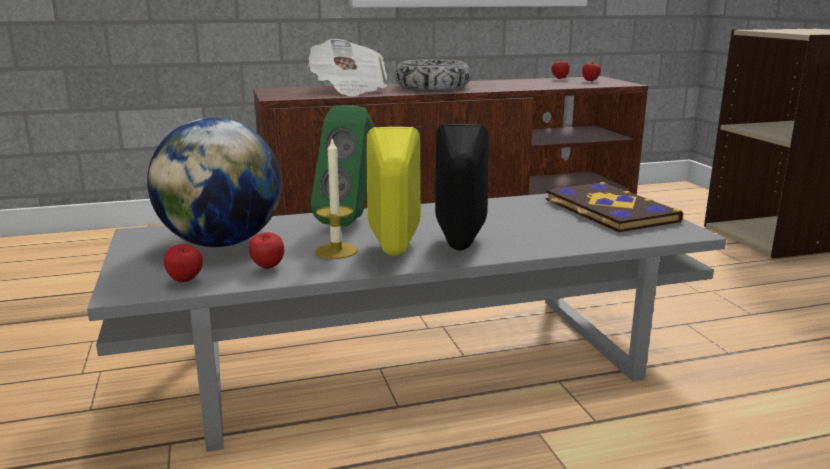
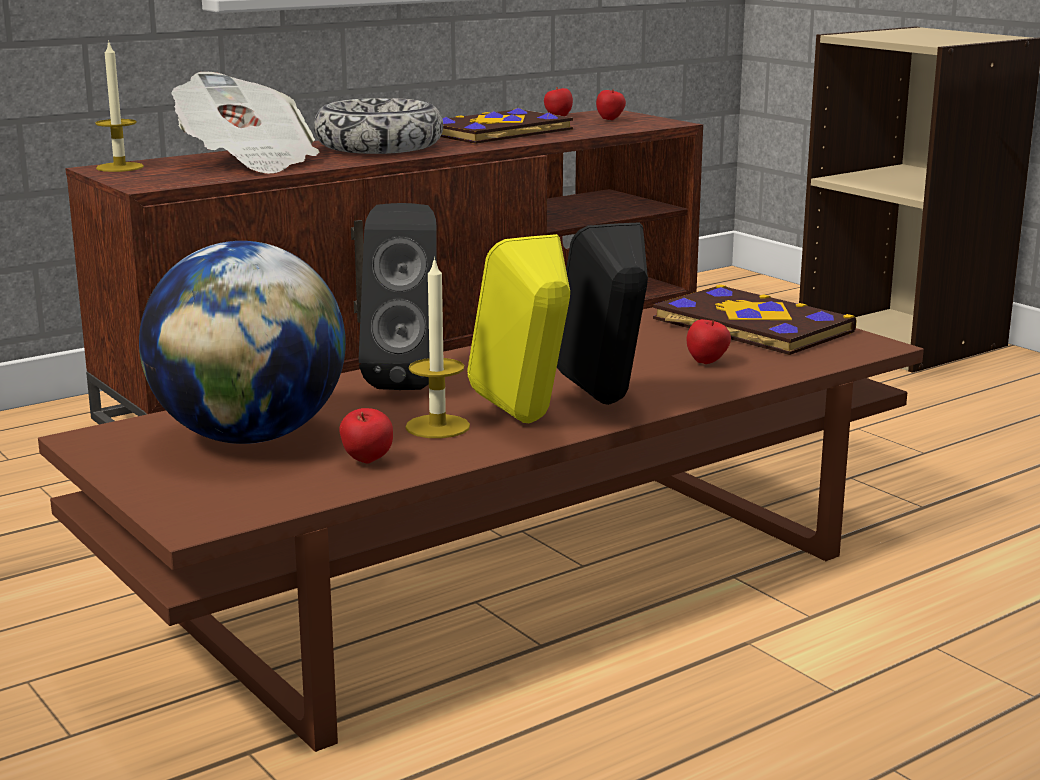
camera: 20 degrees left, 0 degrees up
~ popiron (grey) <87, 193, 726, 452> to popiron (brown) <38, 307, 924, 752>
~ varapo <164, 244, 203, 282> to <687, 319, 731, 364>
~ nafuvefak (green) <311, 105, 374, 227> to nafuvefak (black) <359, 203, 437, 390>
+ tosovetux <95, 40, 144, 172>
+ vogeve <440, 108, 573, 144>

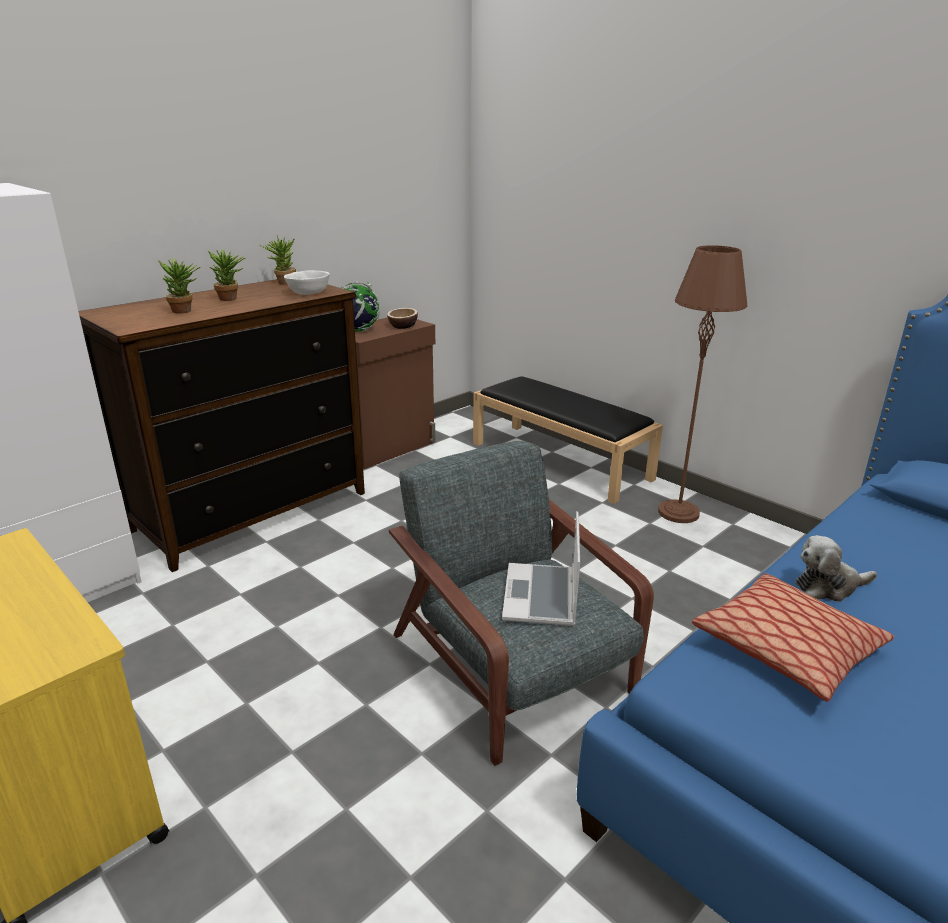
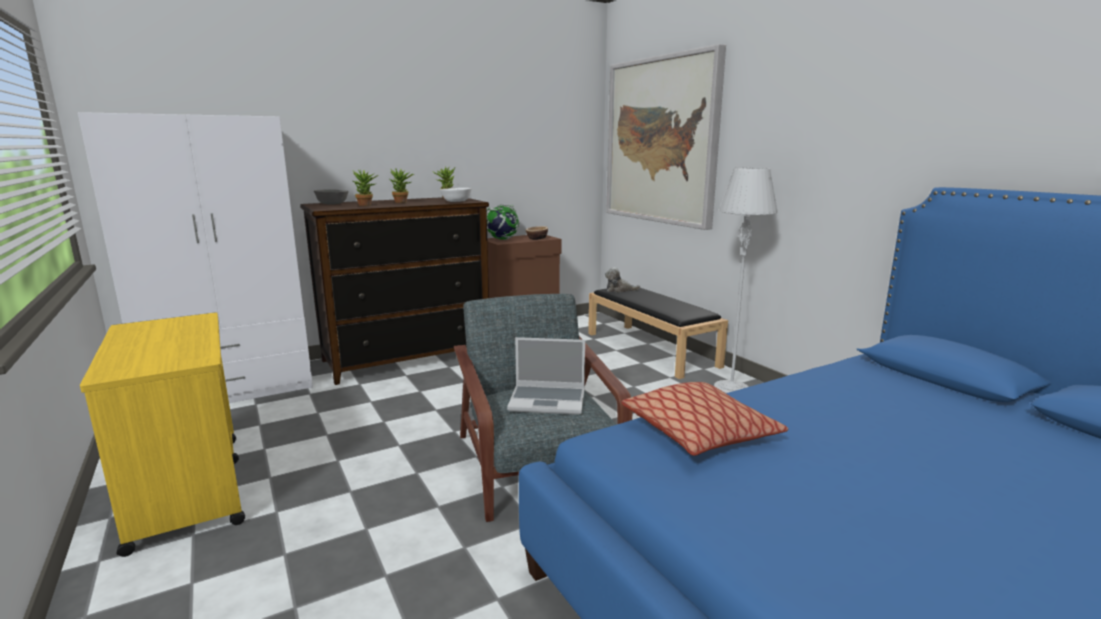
camera: 15 degrees right, 10 degrees down
~ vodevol <502, 511, 580, 626> = <507, 337, 585, 415> 105 degrees counterclockwise
~ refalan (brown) <658, 245, 747, 523> to refalan (grey) <714, 168, 778, 393>
~ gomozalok <796, 535, 877, 602> to <605, 267, 640, 293>
+ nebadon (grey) <314, 189, 349, 205>
+ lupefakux <606, 44, 726, 230>

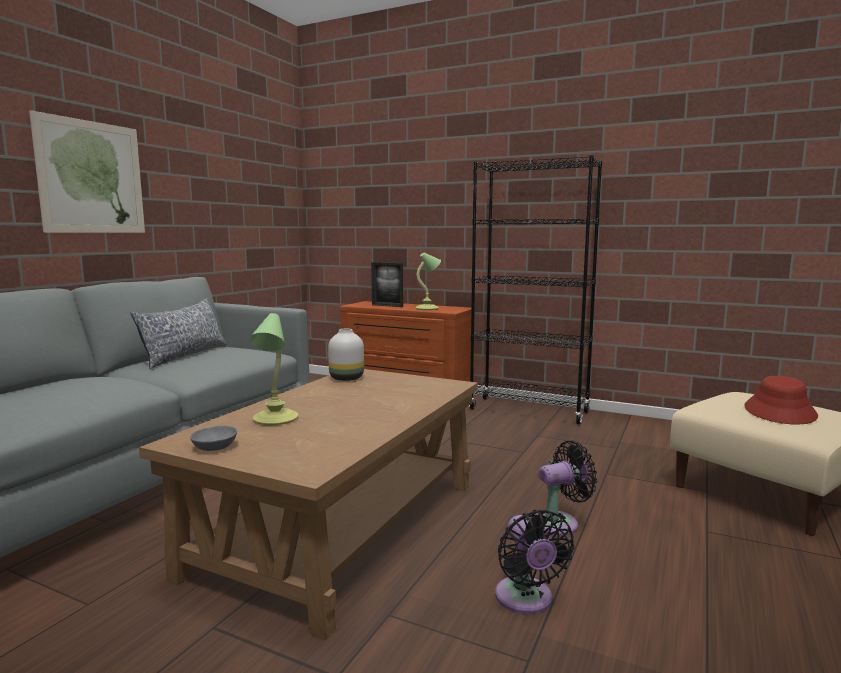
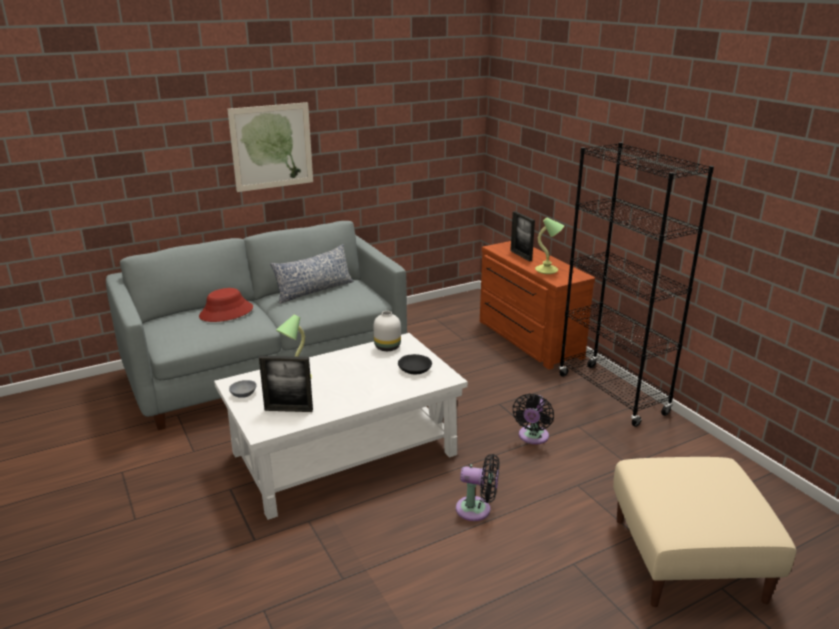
camera: 35 degrees right, 15 degrees up
~ popiron (brown) <139, 369, 478, 640> to popiron (white) <214, 333, 468, 520>
~ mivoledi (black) <495, 510, 575, 614> to <513, 393, 554, 444>
~ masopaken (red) <744, 376, 818, 425> to <199, 288, 253, 322>
+ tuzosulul <259, 356, 313, 412>
+ nebadon (black) <398, 354, 432, 374>

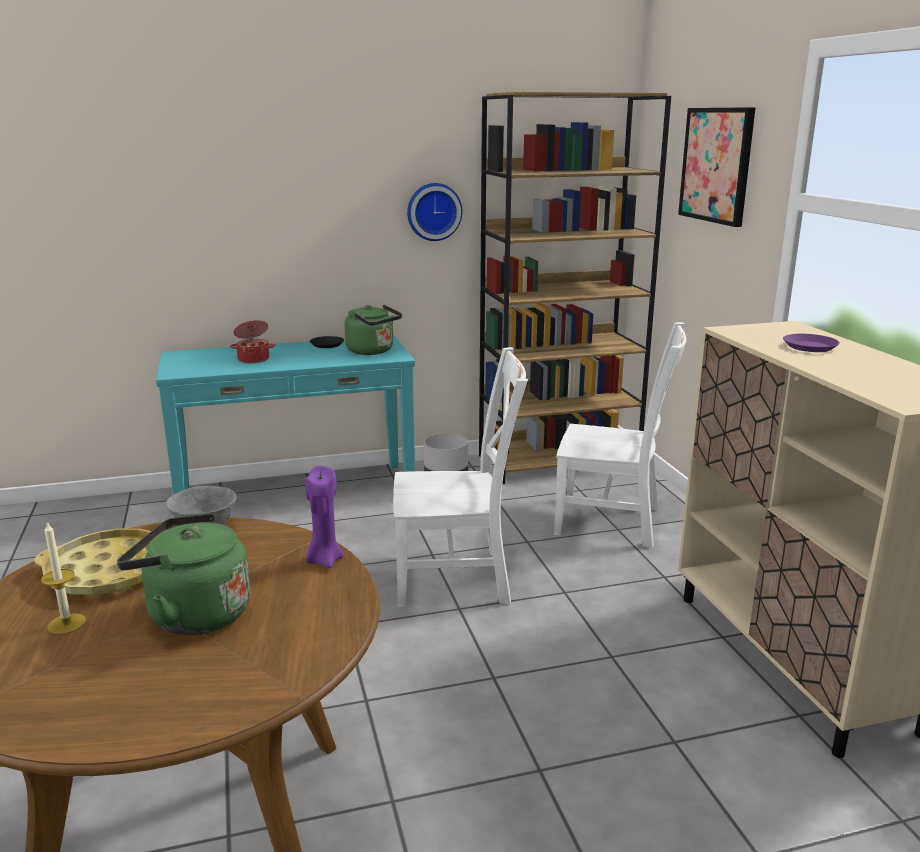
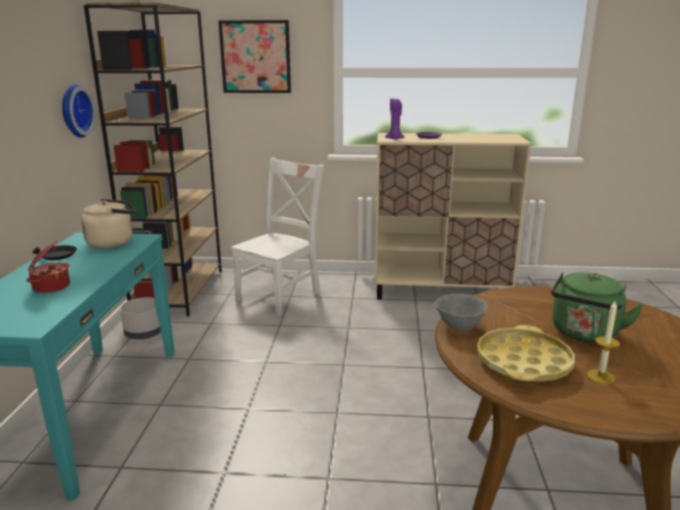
camera: 70 degrees left, 0 degrees up
~ tosovetux (purple) <305, 466, 343, 568> to <385, 98, 405, 139>
~ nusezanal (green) <344, 305, 402, 355> to nusezanal (beige) <81, 199, 135, 249>
- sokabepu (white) <393, 347, 528, 607>

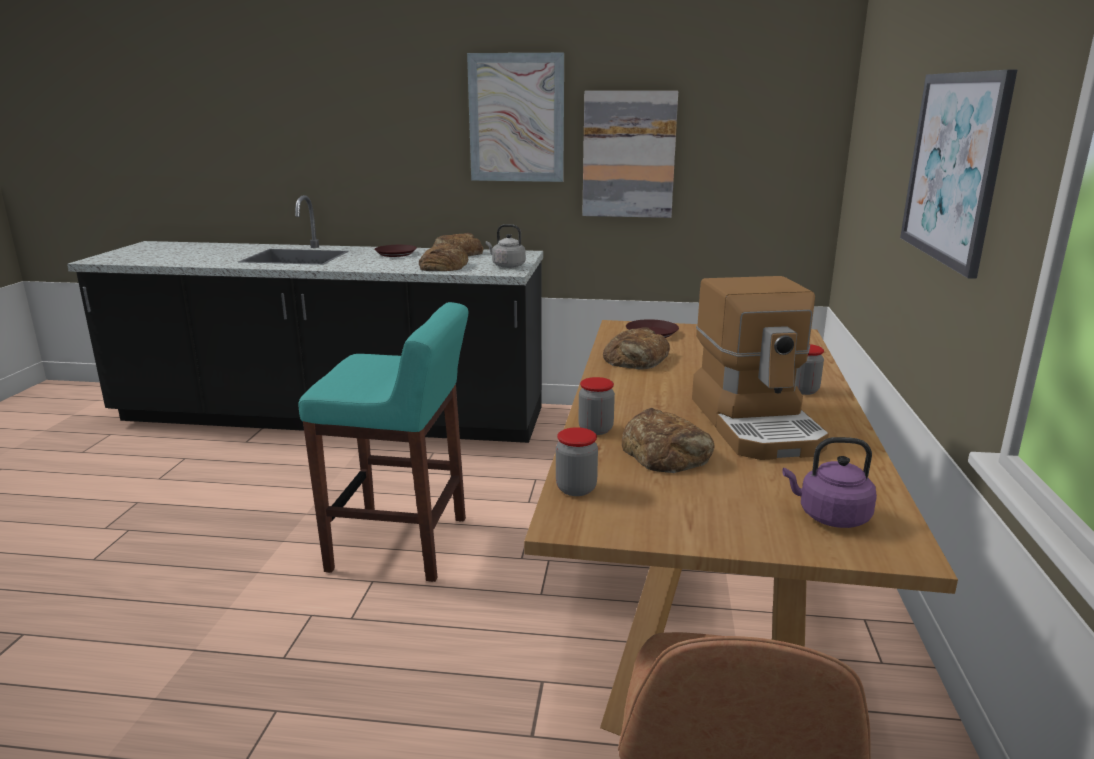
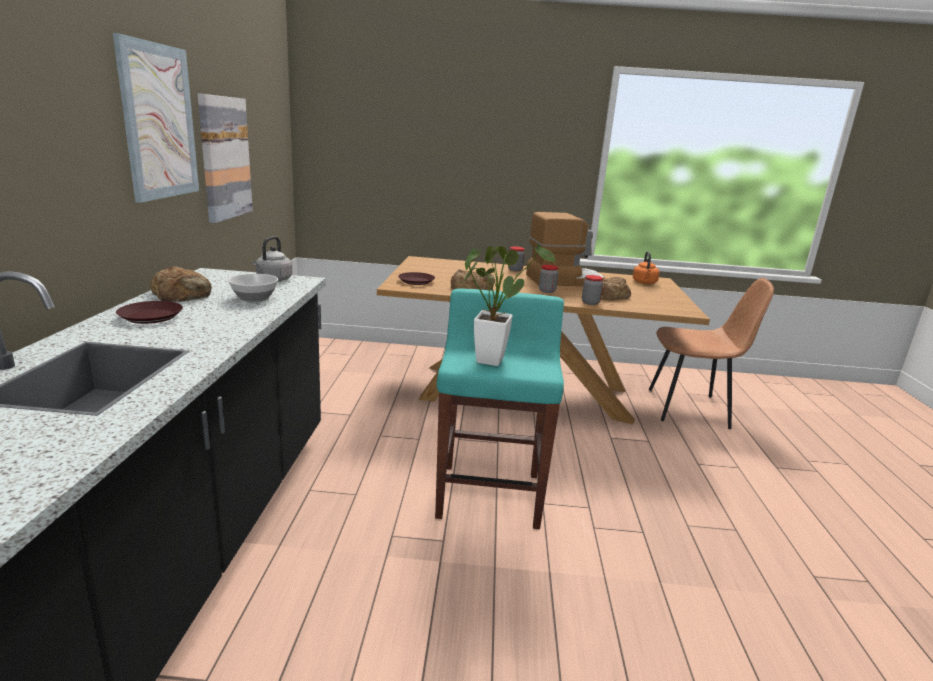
camera: 95 degrees left, 0 degrees up
~ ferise <419, 243, 468, 271> to nebadon <228, 274, 278, 302>
~ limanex <556, 427, 598, 496> to <539, 265, 558, 293>
~ nusezanal (purple) <783, 437, 877, 528> to nusezanal (orange) <633, 251, 660, 284>
- lupefakux <900, 70, 1017, 279>
+ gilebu <464, 243, 556, 366>

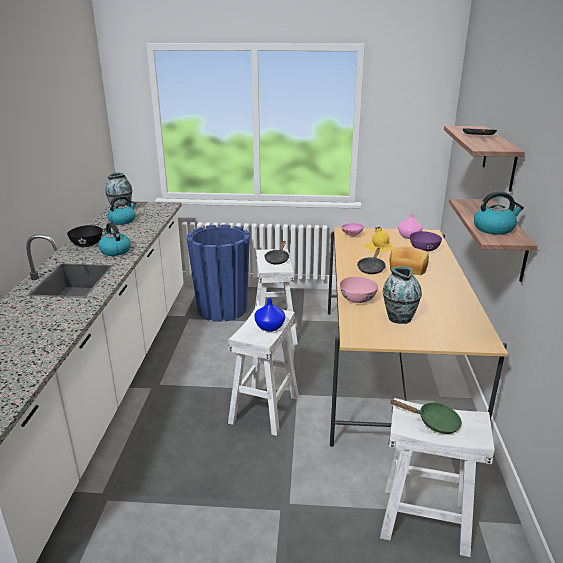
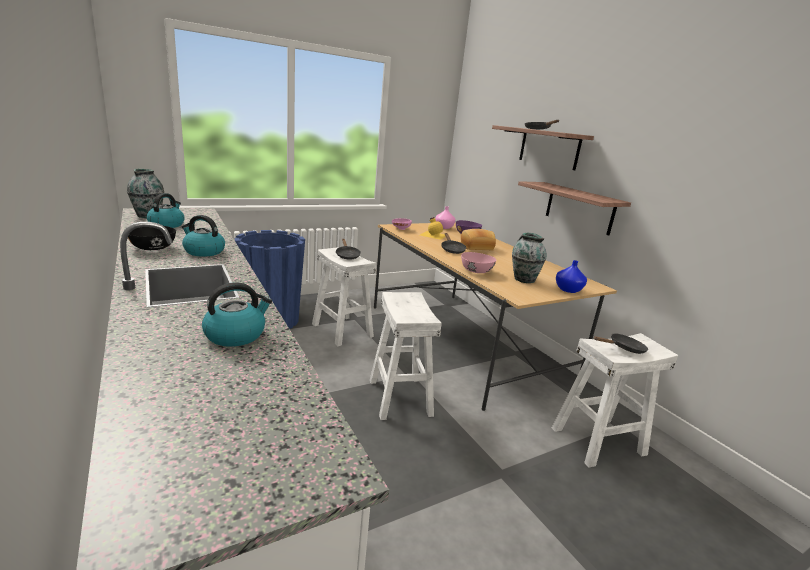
camera: 35 degrees left, 5 degrees down
~ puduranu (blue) <254, 298, 285, 332> to <556, 260, 587, 293>
~ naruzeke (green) <389, 399, 462, 434> to naruzeke (black) <594, 333, 648, 354>
~ nusezanal <474, 191, 524, 235> to <202, 282, 272, 347>

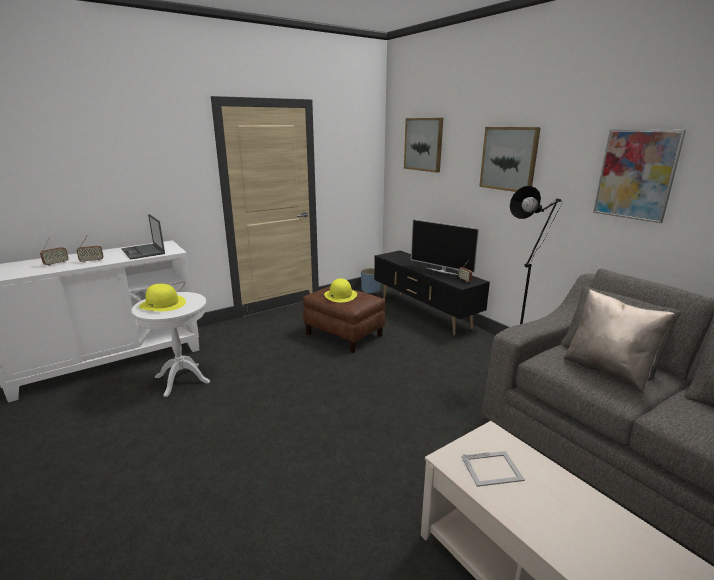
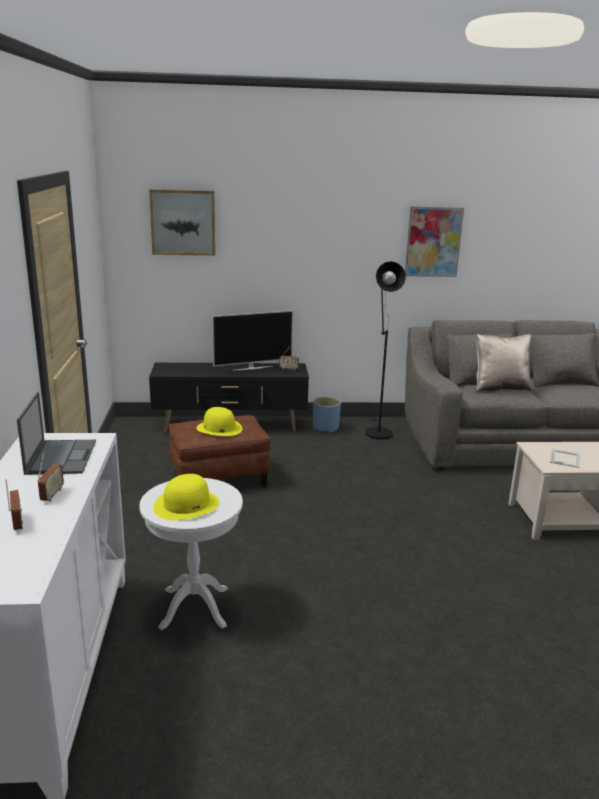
camera: 60 degrees left, 0 degrees up
~ vodevol <121, 214, 165, 260> = <17, 392, 96, 475> 90 degrees counterclockwise
~ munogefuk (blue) <361, 268, 380, 293> to <313, 397, 341, 433>
- lupefakux <479, 127, 541, 192>

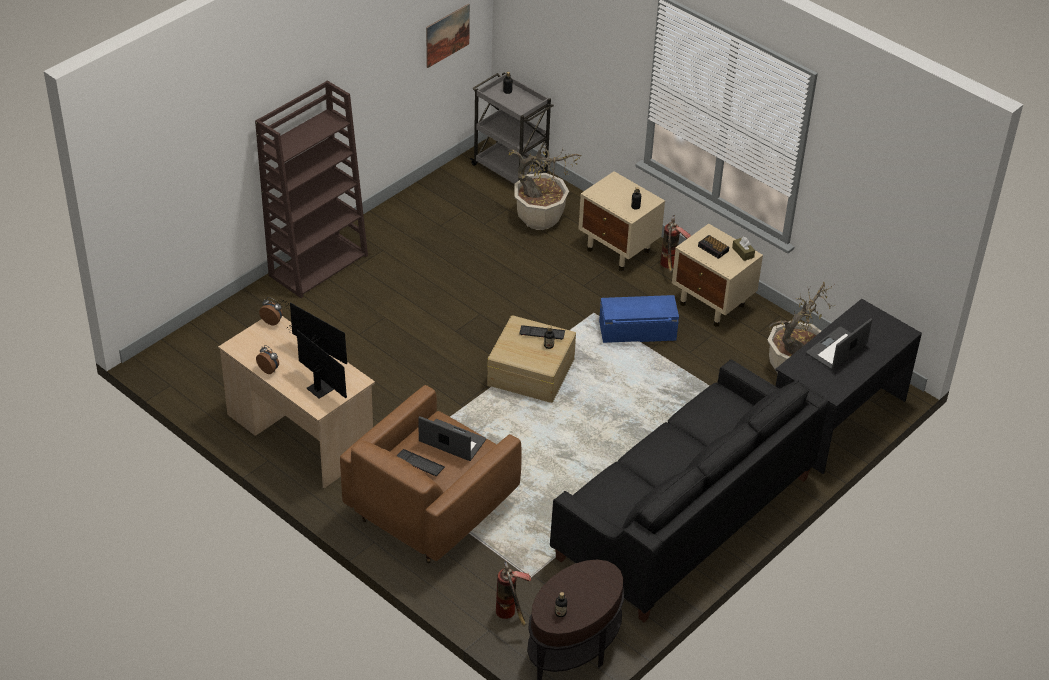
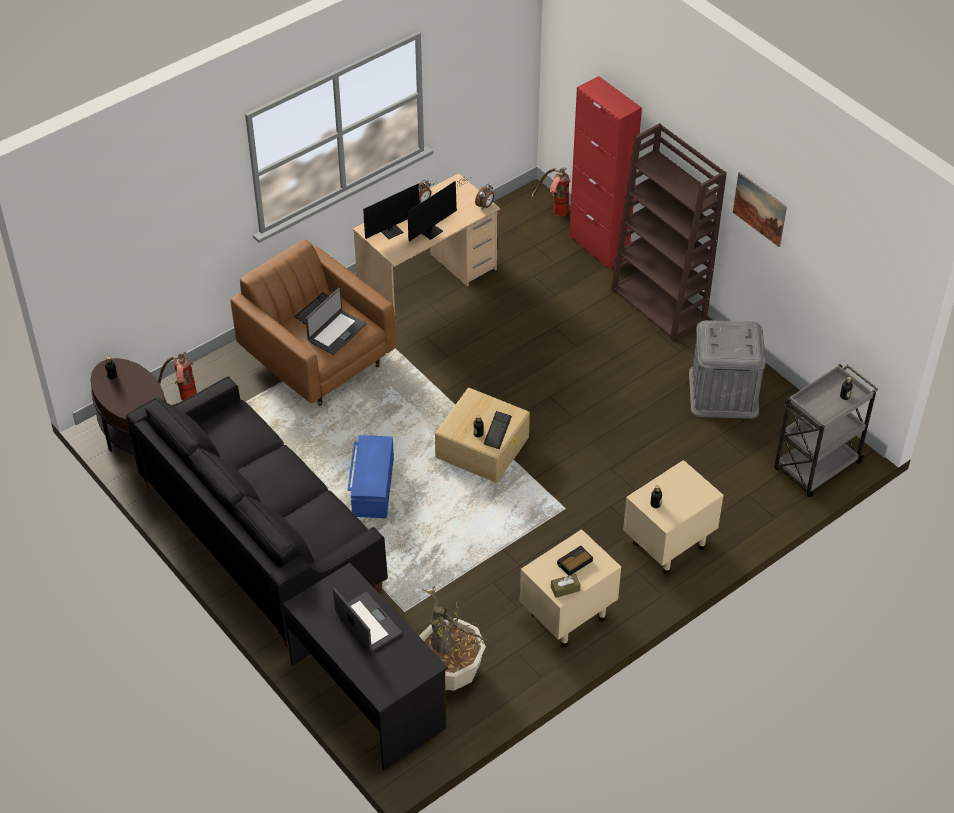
camera: 100 degrees right, 5 degrees up
~ lupefakux <426, 4, 470, 68> to <733, 172, 787, 247>
- gilebu <509, 144, 582, 230>
~ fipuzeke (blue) <599, 295, 679, 343> to <348, 435, 394, 518>
~ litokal <660, 215, 691, 273> to <532, 167, 571, 217>
+ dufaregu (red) <569, 76, 642, 269>
+ fipuzeke (grey) <689, 320, 766, 419>

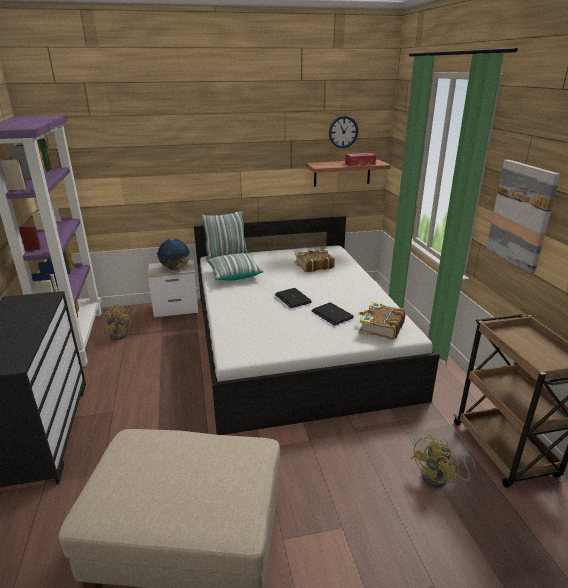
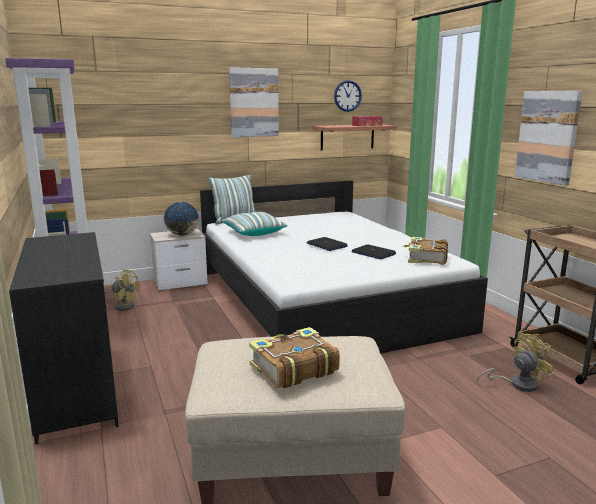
camera: 10 degrees left, 10 degrees down
~ vogeve <295, 248, 335, 272> to <249, 327, 340, 388>
~ mivoledi (yellow) <411, 435, 476, 488> = <476, 334, 555, 392> 150 degrees counterclockwise
+ lupefakux <229, 67, 279, 137>

